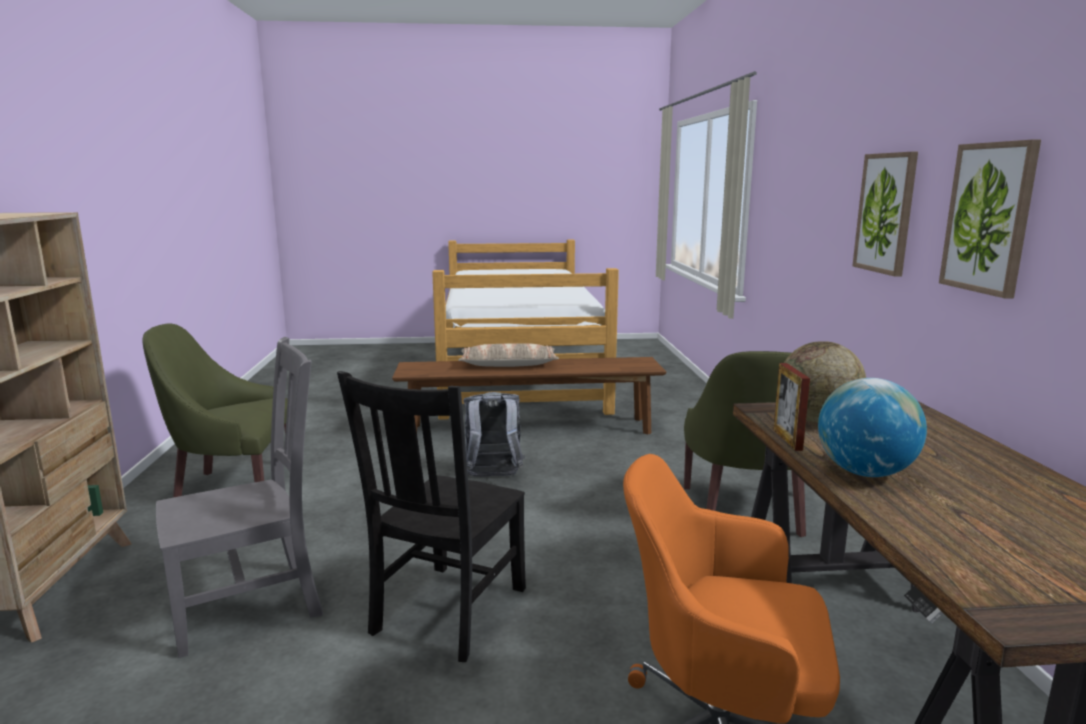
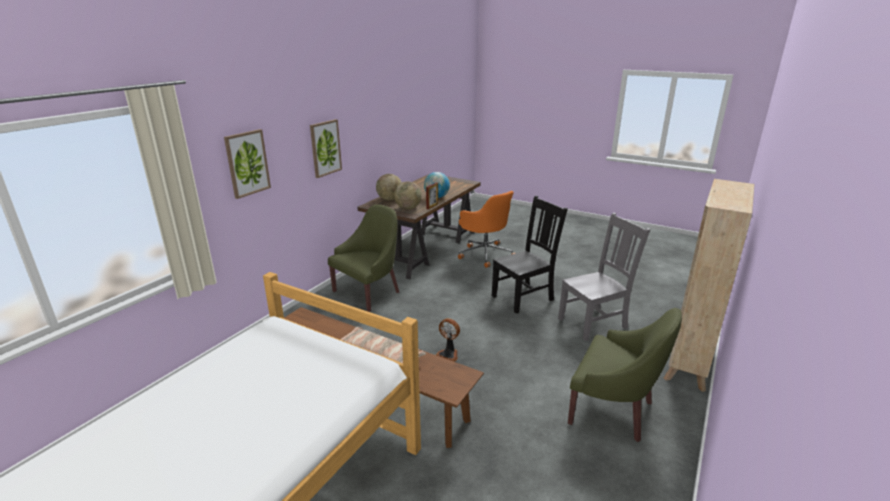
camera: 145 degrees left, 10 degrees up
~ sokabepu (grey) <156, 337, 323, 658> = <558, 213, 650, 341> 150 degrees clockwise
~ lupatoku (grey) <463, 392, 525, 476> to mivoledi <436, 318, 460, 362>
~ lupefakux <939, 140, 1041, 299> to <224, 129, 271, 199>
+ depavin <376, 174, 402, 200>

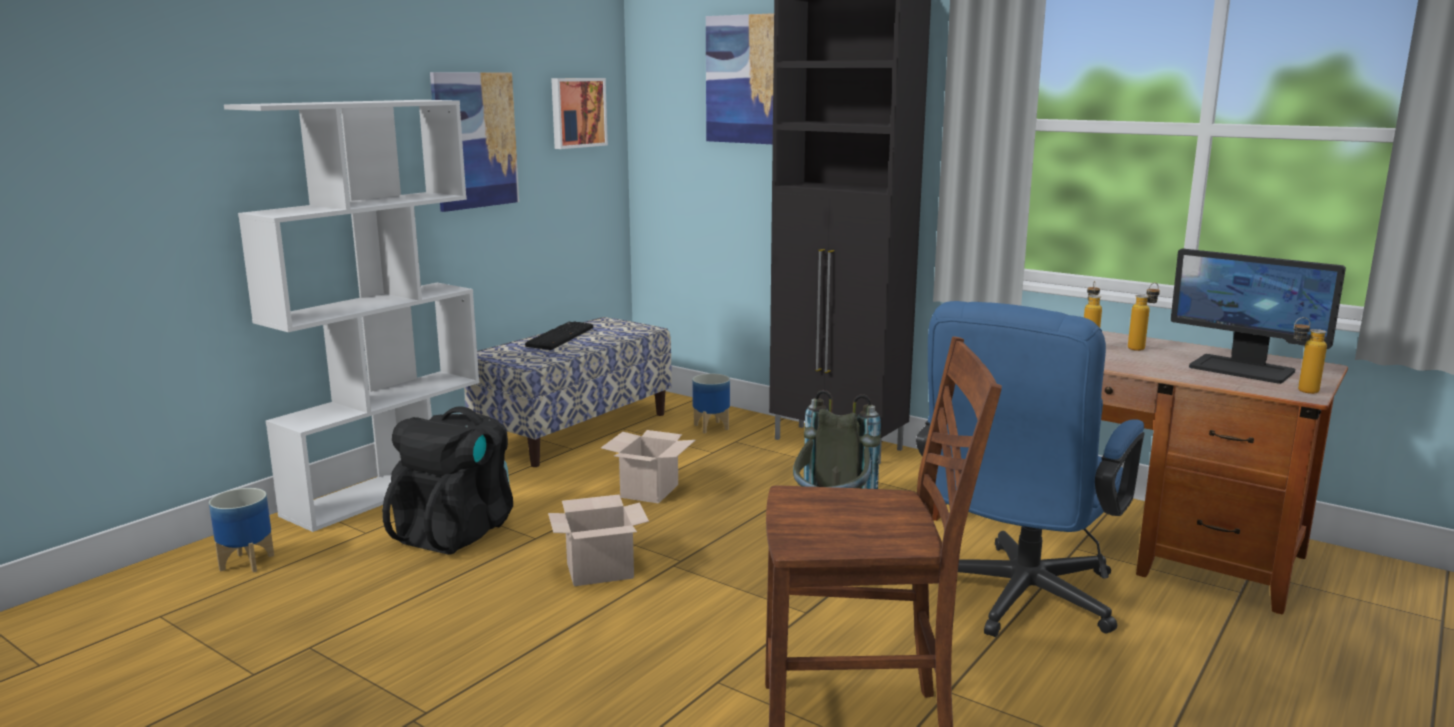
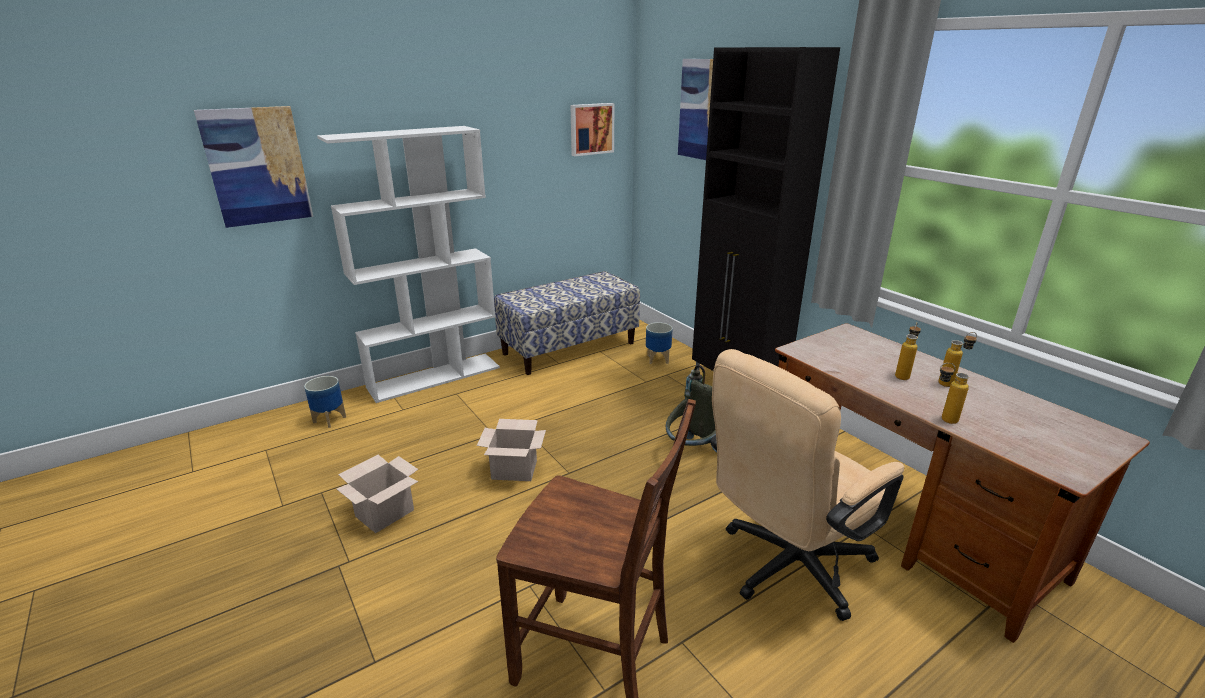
camera: 20 degrees right, 10 degrees up
- lupatoku (black) <382, 406, 513, 554>
~ lupefakux <430, 72, 519, 212> to <194, 106, 313, 228>
- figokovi <525, 321, 593, 350>
~ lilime <601, 430, 695, 504> to <337, 455, 418, 533>
~ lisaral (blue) <916, 301, 1144, 637> to lisaral (beige) <710, 349, 904, 621>
- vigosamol <1171, 249, 1346, 384>
~ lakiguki <1294, 317, 1327, 394> to <940, 363, 970, 424>

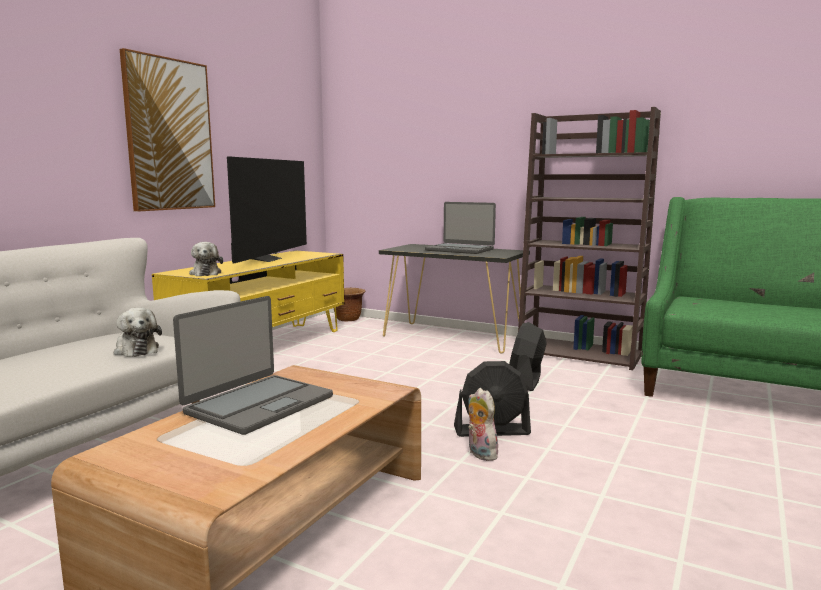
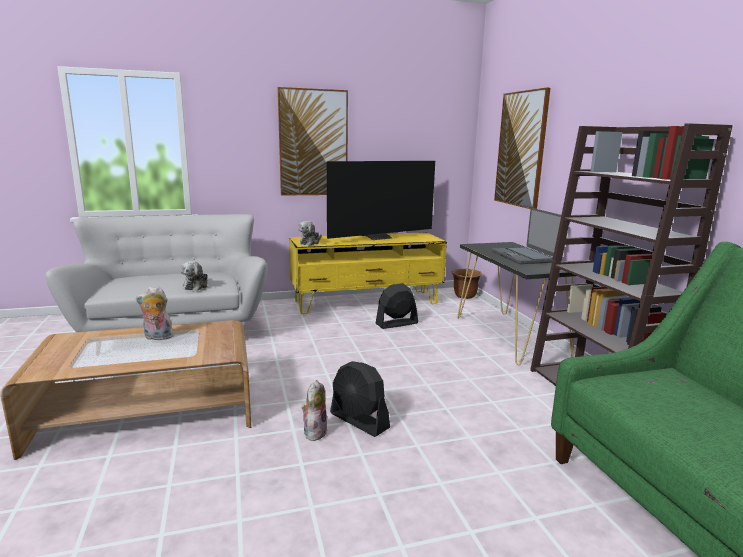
camera: 45 degrees right, 5 degrees up
~ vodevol <173, 296, 333, 435> to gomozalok <136, 286, 174, 340>
~ mivoledi (black) <509, 322, 547, 391> to <376, 283, 418, 329>
+ lupefakux <494, 87, 551, 209>

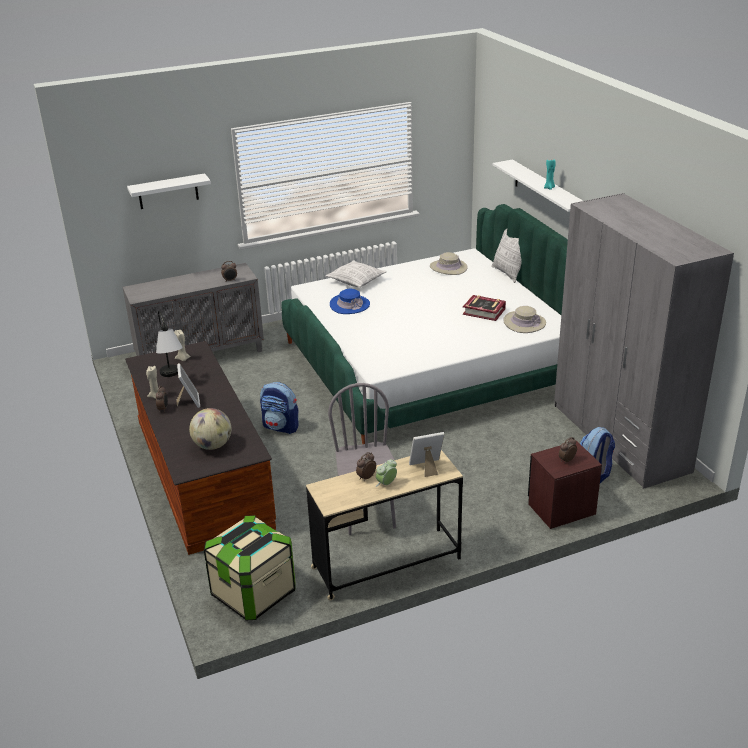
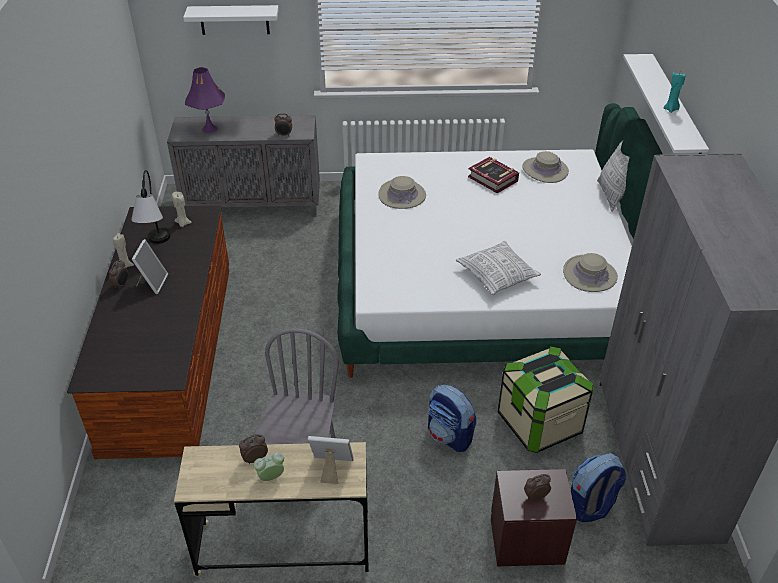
camera: 20 degrees right, 10 degrees up
- depavin <189, 408, 231, 450>
~ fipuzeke <204, 515, 296, 620> to <498, 346, 594, 453>
~ lupatoku <260, 382, 299, 434> to <428, 384, 476, 452>
~ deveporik <326, 260, 387, 288> to <456, 241, 541, 296>
~ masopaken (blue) <330, 289, 370, 314> to masopaken (beige) <378, 176, 426, 209>
~ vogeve <463, 295, 506, 321> to <468, 157, 519, 193>
+ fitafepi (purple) <185, 67, 225, 133>

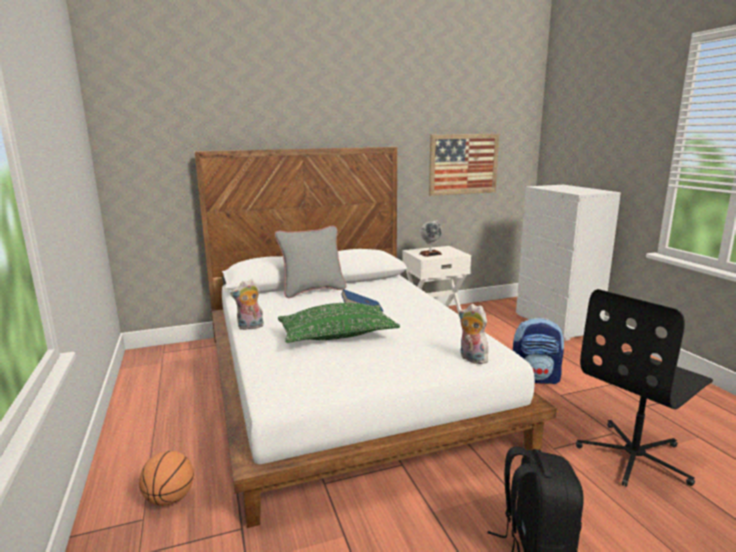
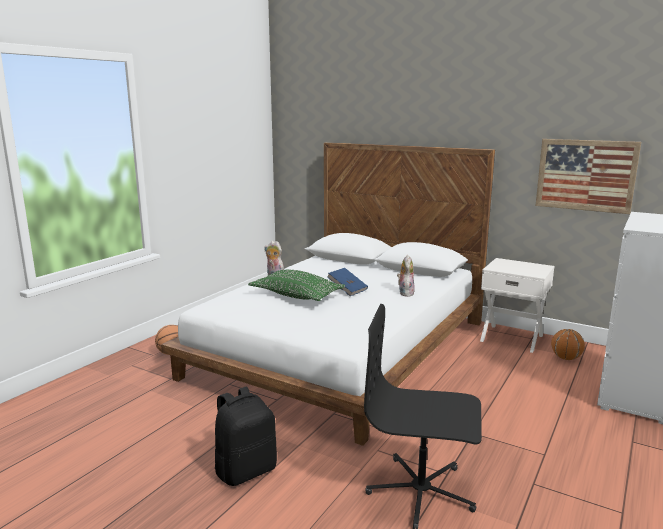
camera: 50 degrees right, 0 degrees up
- deveporik (grey) <275, 226, 347, 298>
- depavin <419, 220, 442, 257>
~ gomozalok <459, 304, 490, 364> to <397, 255, 415, 297>
- lupatoku <513, 317, 565, 384>
+ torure <551, 329, 585, 360>

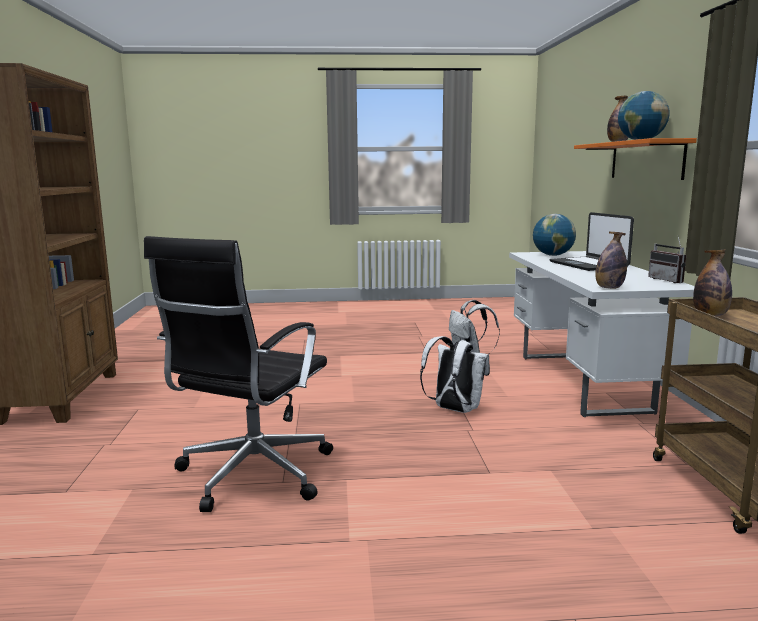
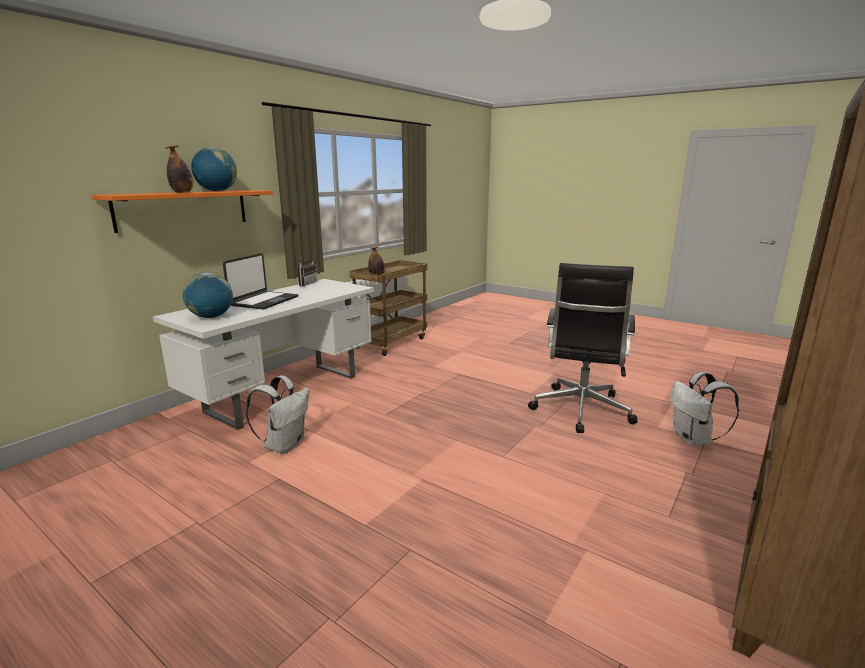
camera: 140 degrees left, 5 degrees up
~ lisaral (black) <144, 236, 333, 512> = <528, 263, 638, 433> 135 degrees clockwise
~ lupatoku (white) <420, 336, 490, 413> to <670, 372, 739, 446>
- lakiguki <595, 231, 627, 289>

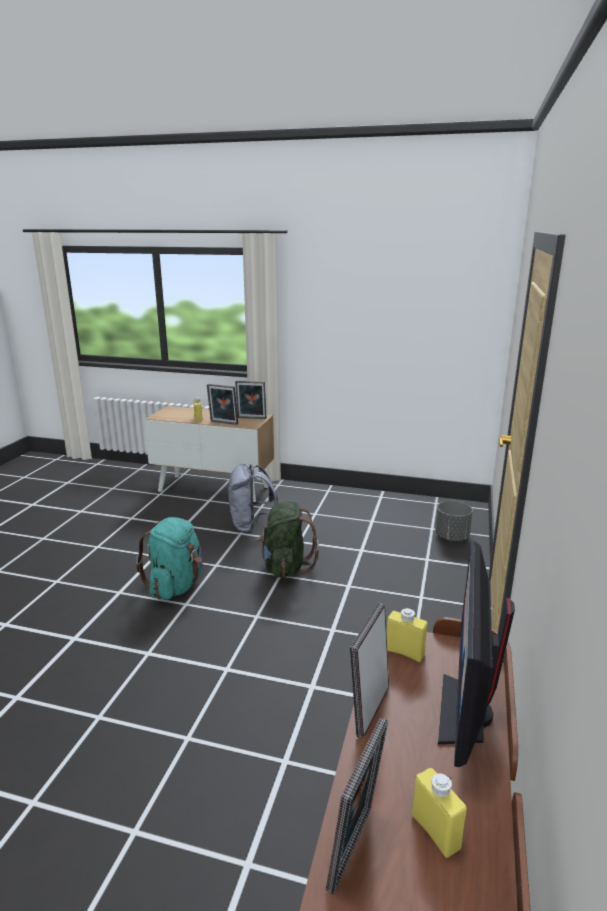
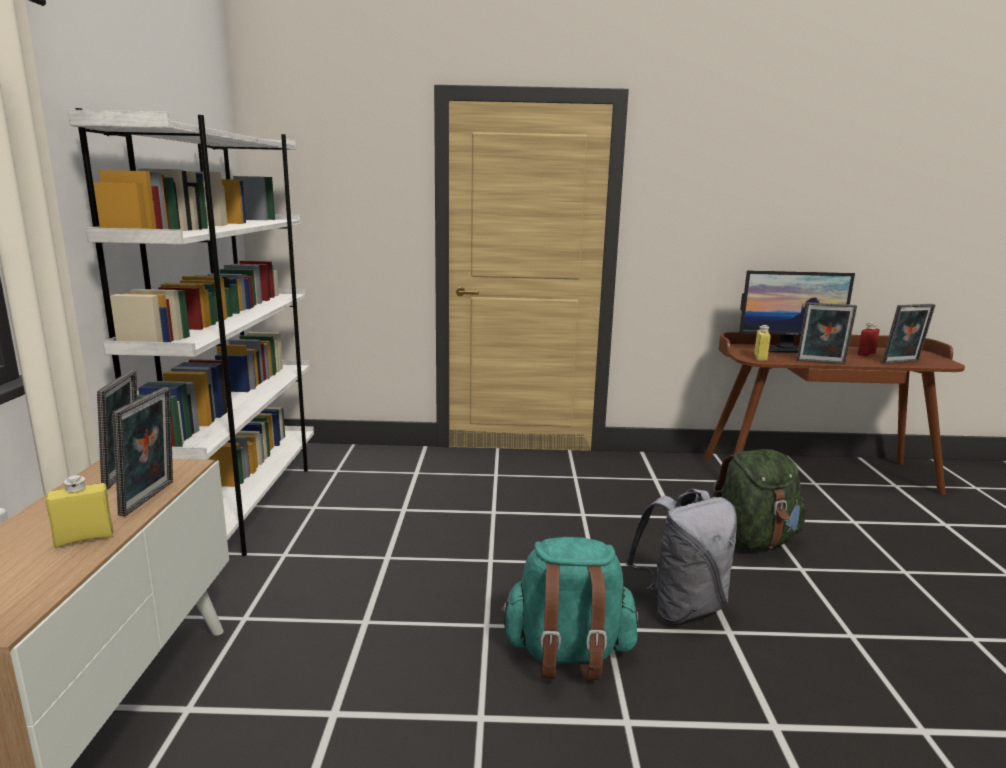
camera: 105 degrees left, 5 degrees down
~ lupatoku (grey) <228, 464, 278, 533> to <625, 489, 737, 623>
~ lupatoku (green) <256, 502, 319, 578> to <712, 449, 806, 550>
~ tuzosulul <326, 717, 388, 894> = <882, 304, 935, 364> 150 degrees clockwise
~ lakiguki (yellow) <412, 768, 467, 858> to lakiguki (red) <858, 322, 880, 356>
- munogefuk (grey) <435, 501, 473, 541>
+ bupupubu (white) <68, 108, 314, 556>

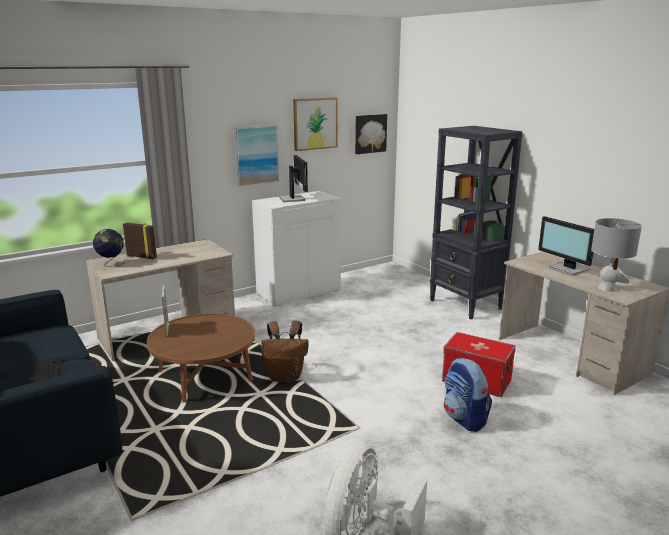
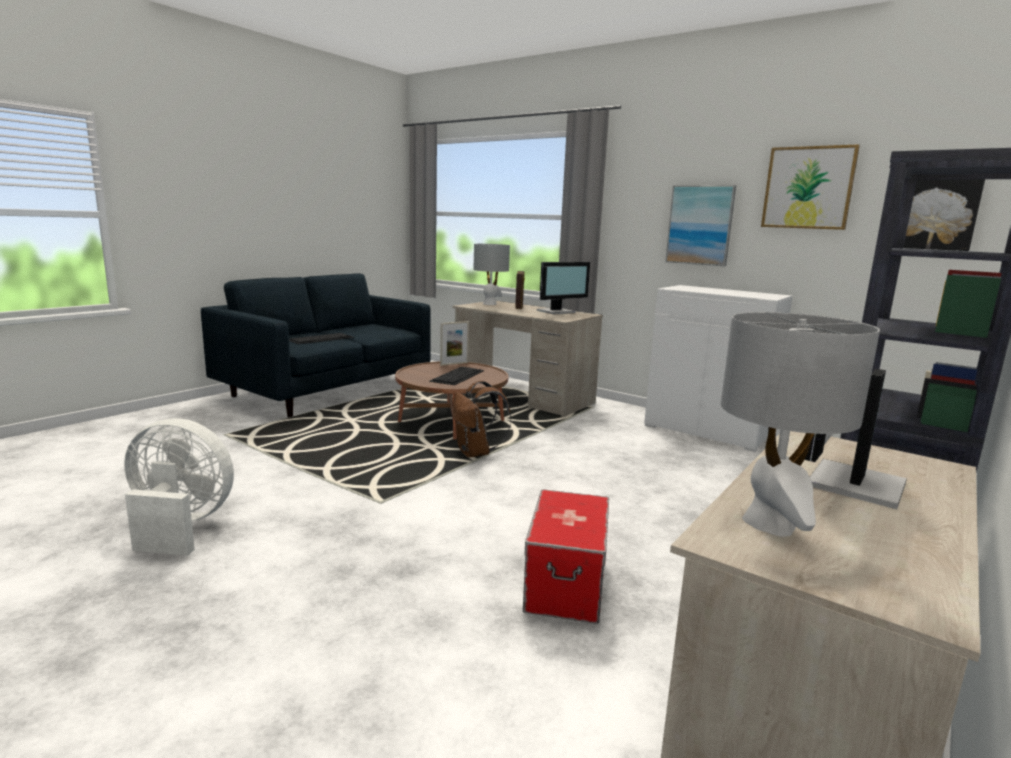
camera: 70 degrees right, 5 degrees down
~ depavin <93, 229, 124, 267> to fitafepi (grey) <473, 244, 510, 305>
~ vigosamol <279, 155, 308, 202> to <537, 262, 590, 315>
- lupatoku <444, 358, 492, 432>
+ figokovi <429, 367, 484, 385>

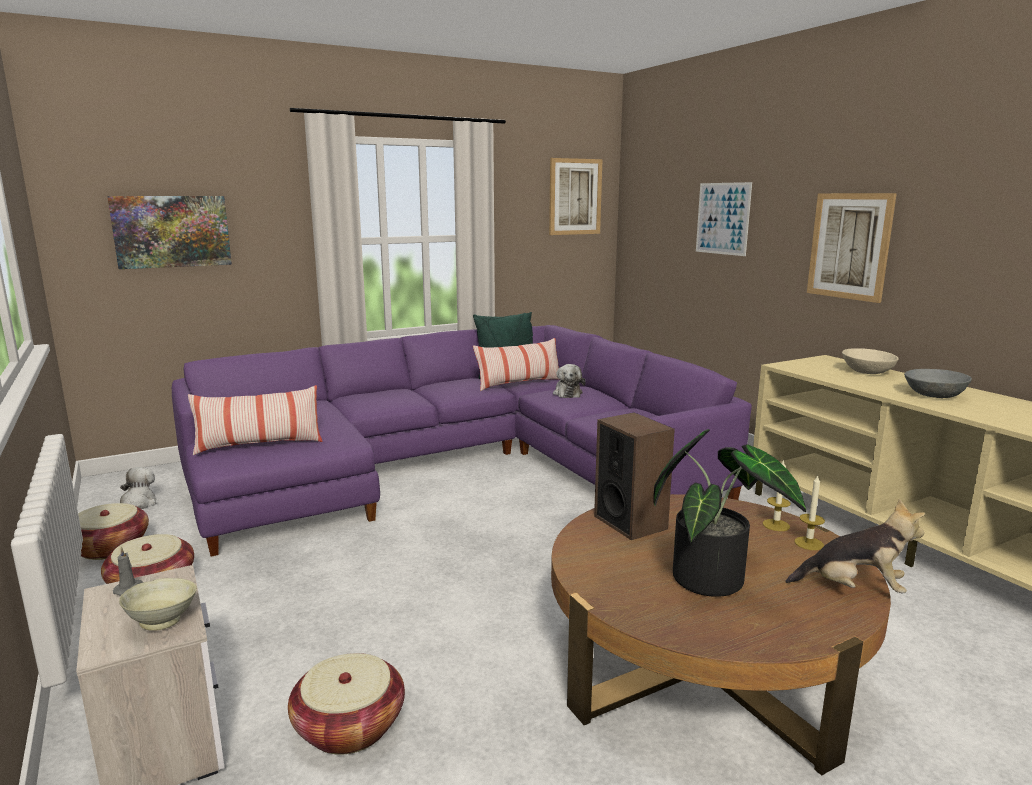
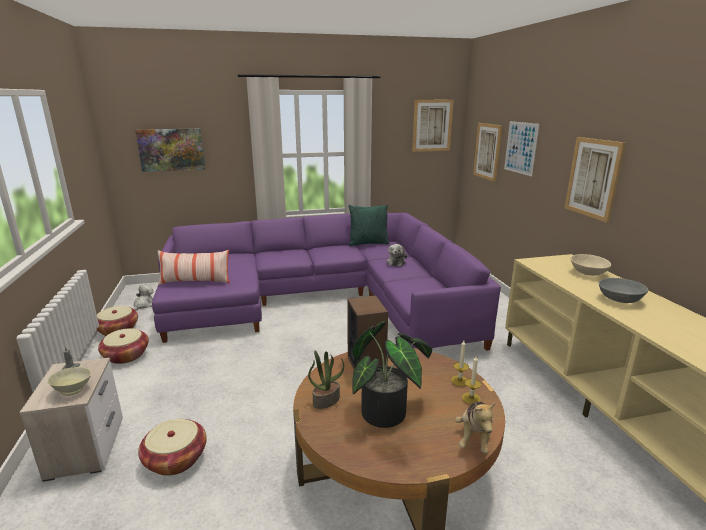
camera: 15 degrees right, 5 degrees up
- deveporik <473, 338, 560, 391>
~ gomozalok <786, 499, 925, 593> = <455, 402, 496, 454> 75 degrees clockwise
+ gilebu <308, 351, 344, 409>
+ lupefakux <473, 123, 502, 182>

